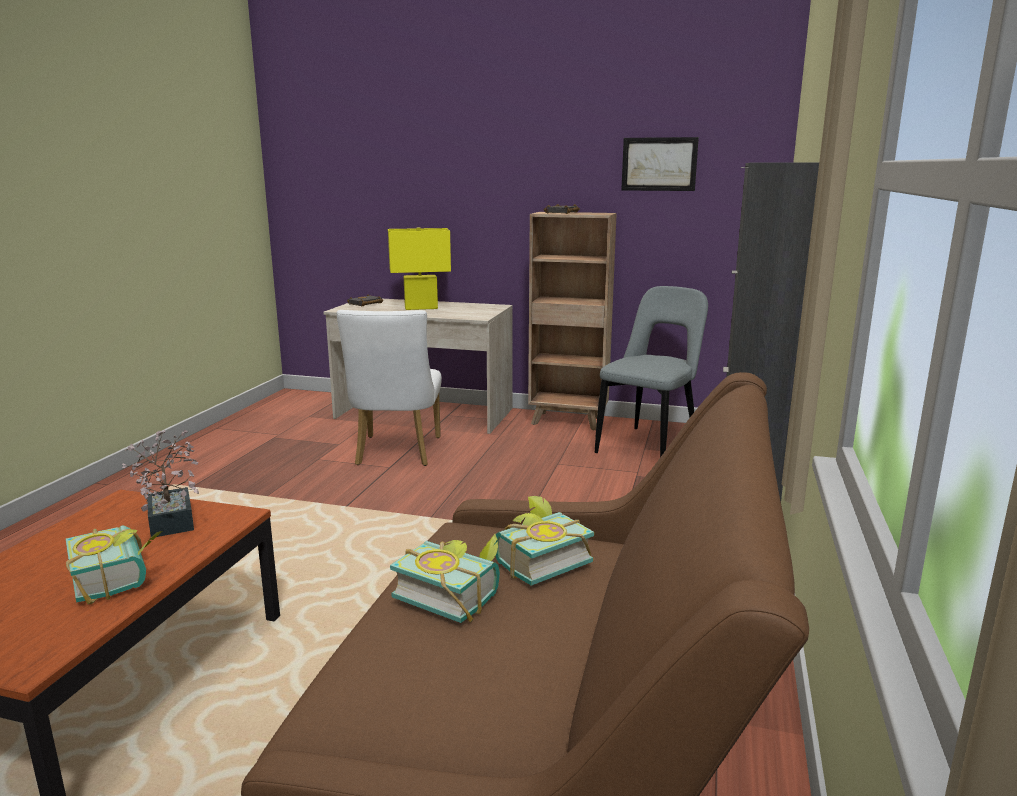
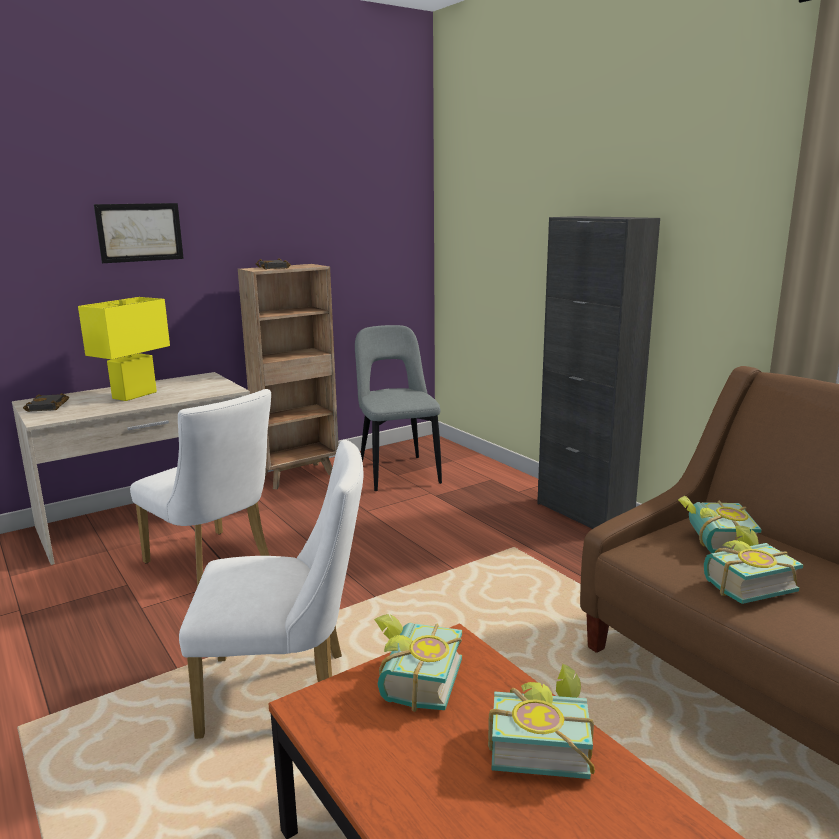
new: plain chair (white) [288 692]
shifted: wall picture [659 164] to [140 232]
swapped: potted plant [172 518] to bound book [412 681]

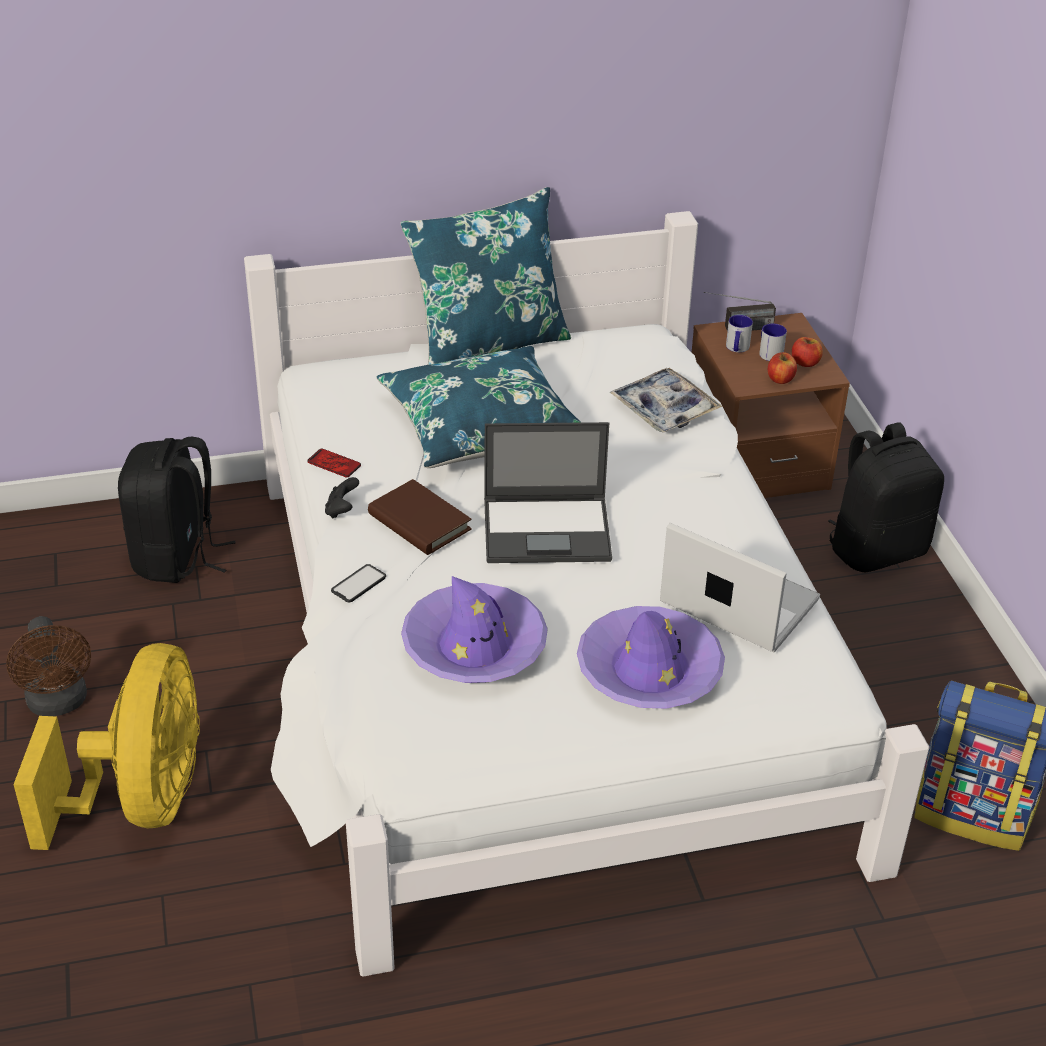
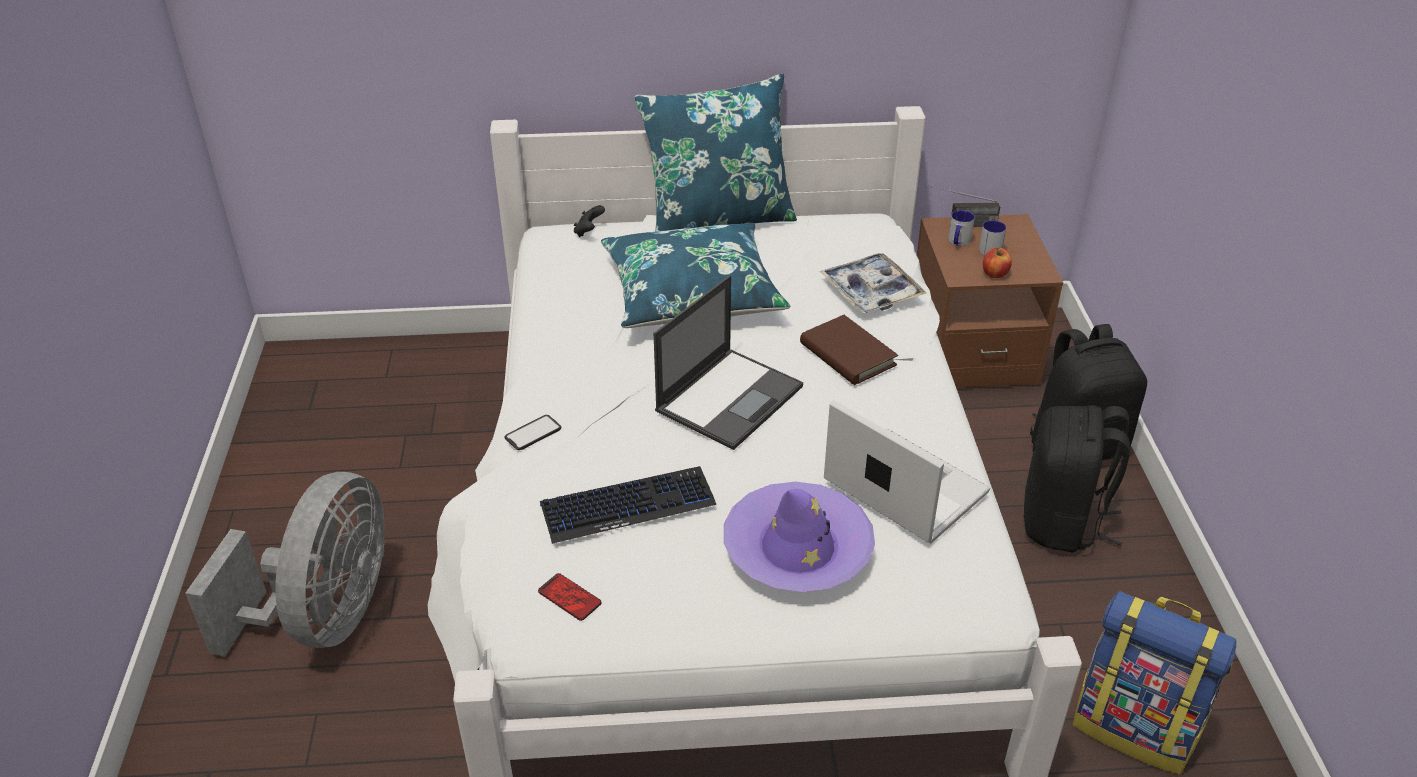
gone: fan (brownish) [59 703]; whole apple [805 363]
shifted: backpack (black-coloured) [177 557] to [1062 522]; phone [334 464] to [569 598]; game controller (black-coloured) [342 510] to [588 232]; bound book (brownish) [419 522] to [847 354]
swapped: wearable hat (purple) [474 646] to computer keyboard [628 506]
repainted: fan (yellow) [143 800] to fan (greyish) [325 617]
rotated: laptop [548 530] = [730 397] 60 degrees counterclockwise

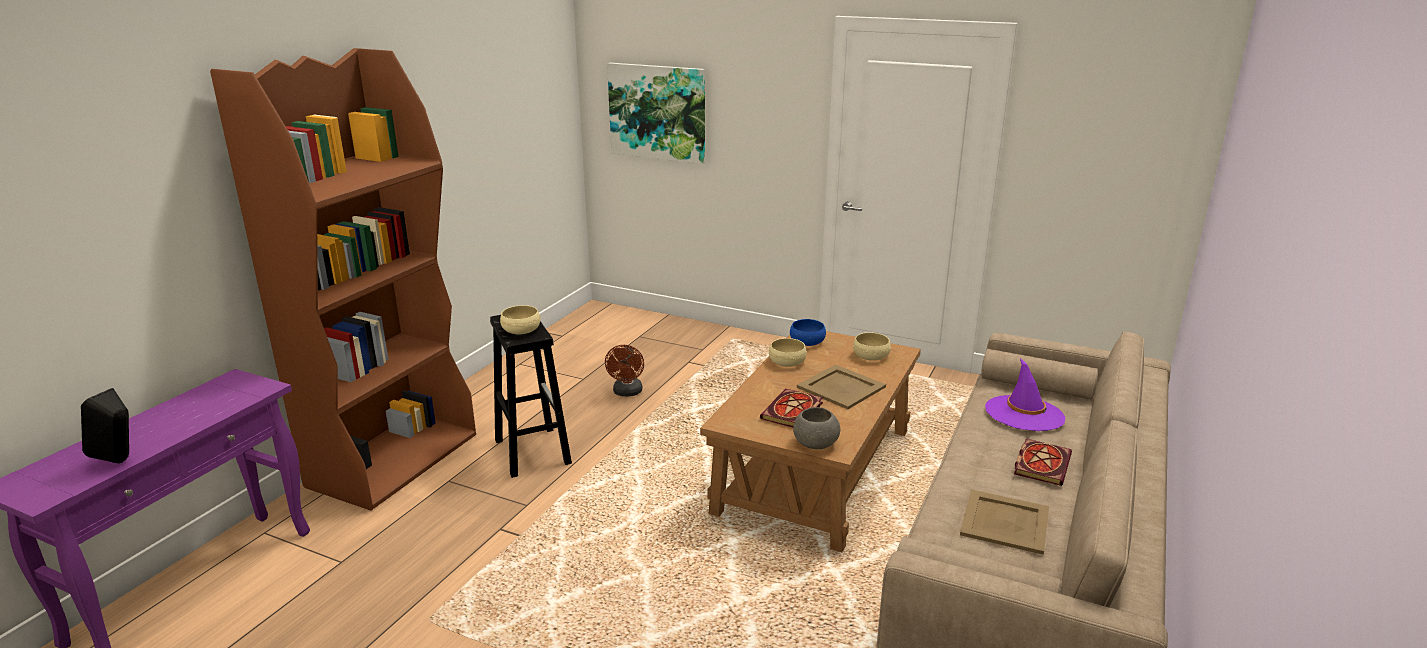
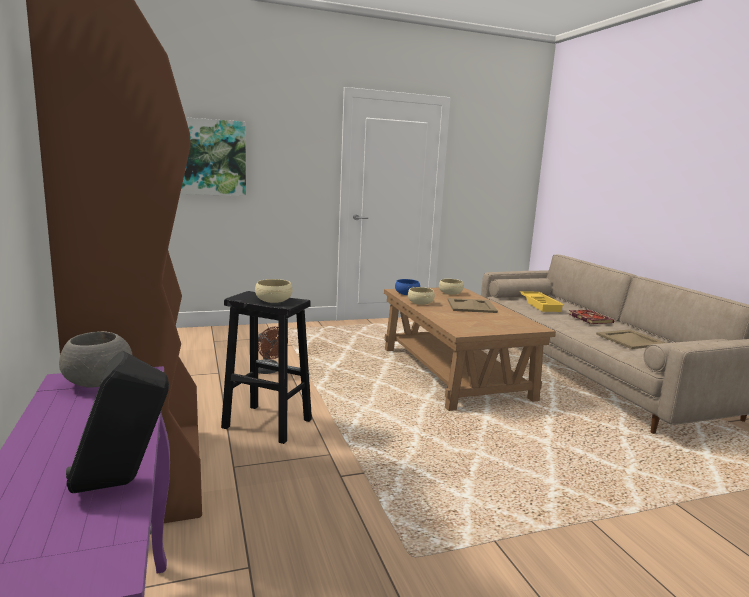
gone: bound book [792 412]
shifted: deep dish (greyish) [814 444] to [97 382]
swapped: wearable hat (purple) [1024 414] to tray (yellow) [541 305]

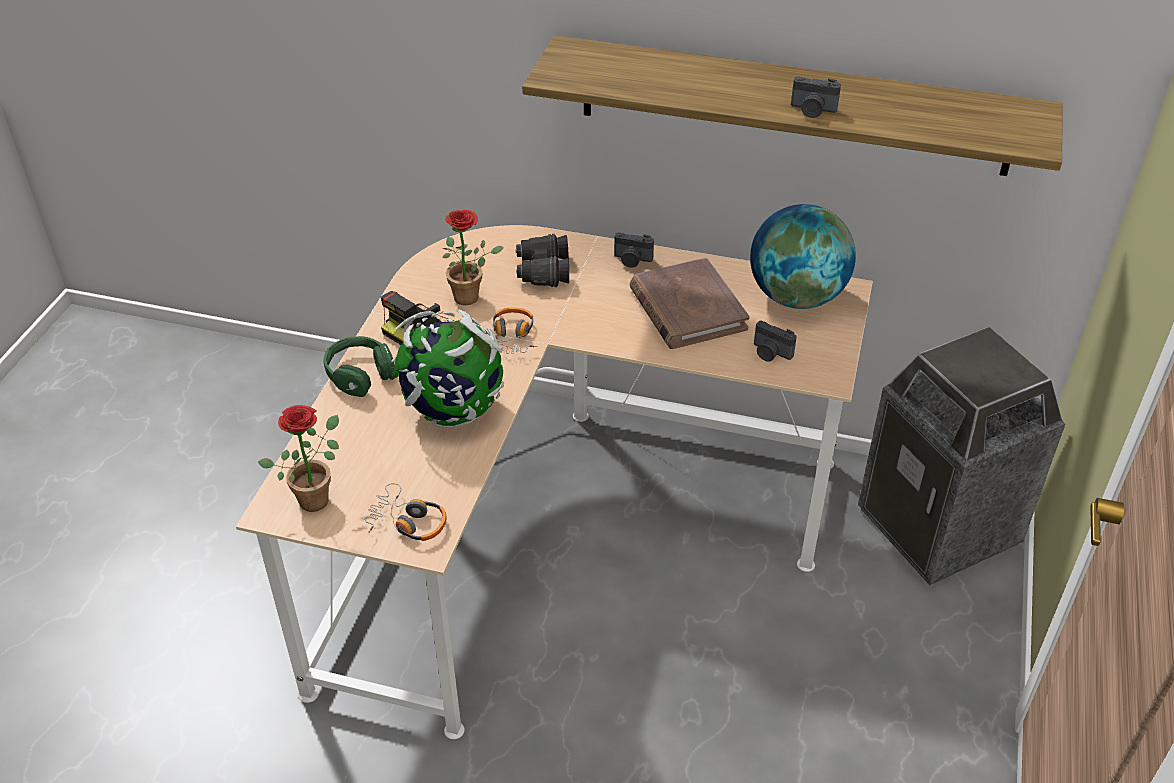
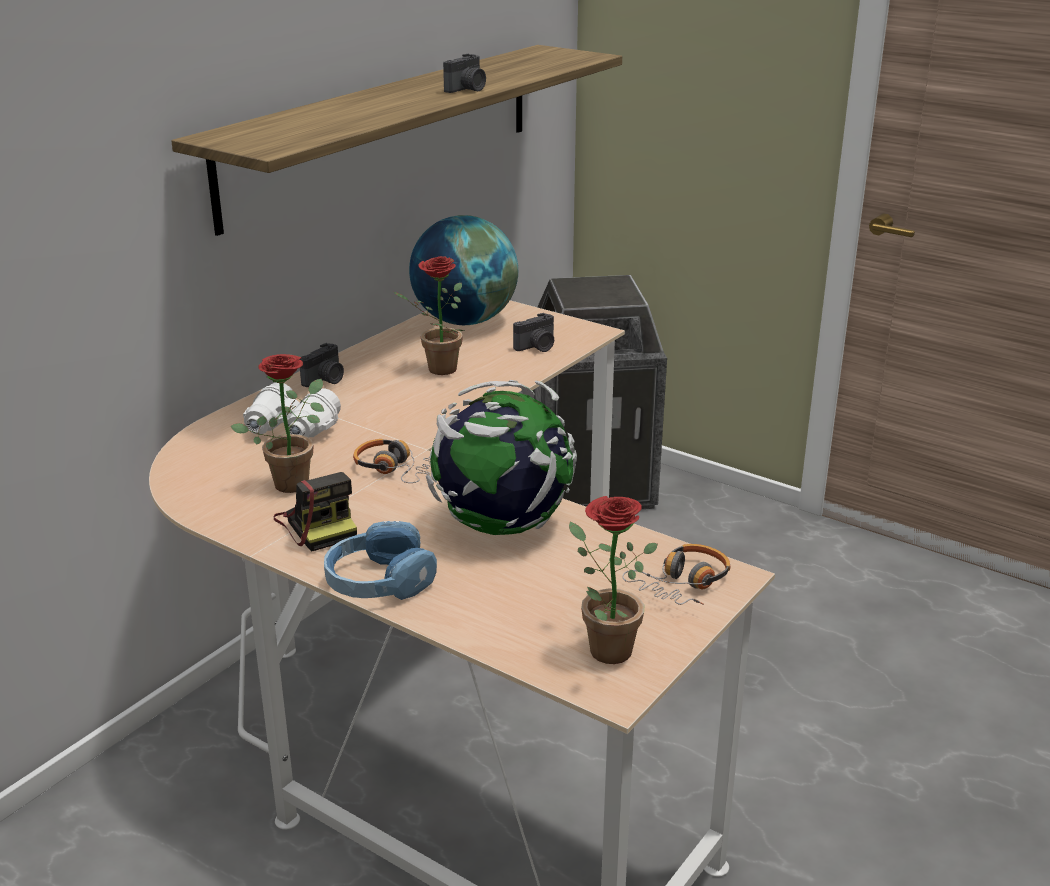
swapped: bound book (brownish) [687 309] to potted plant [436 369]
repainted: headphones (green-coloured) [360 374] to headphones (blue) [379 582]; pair of binoculars (black-coloured) [543 271] to pair of binoculars (white) [291 430]

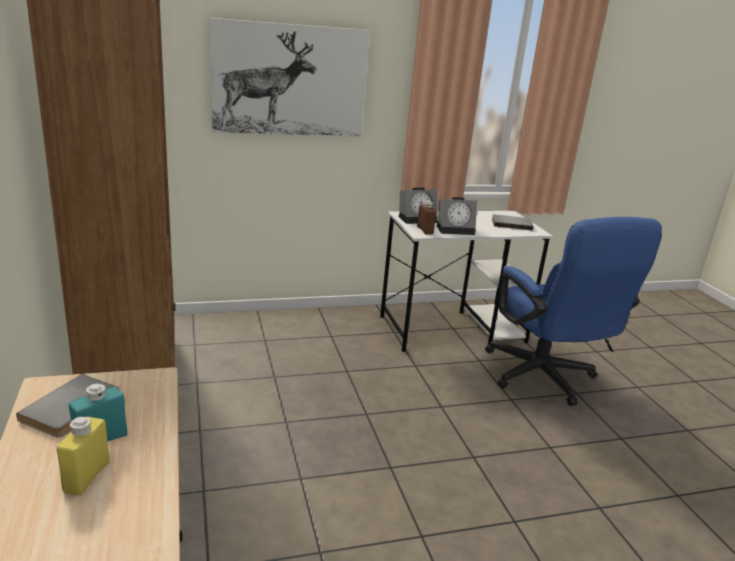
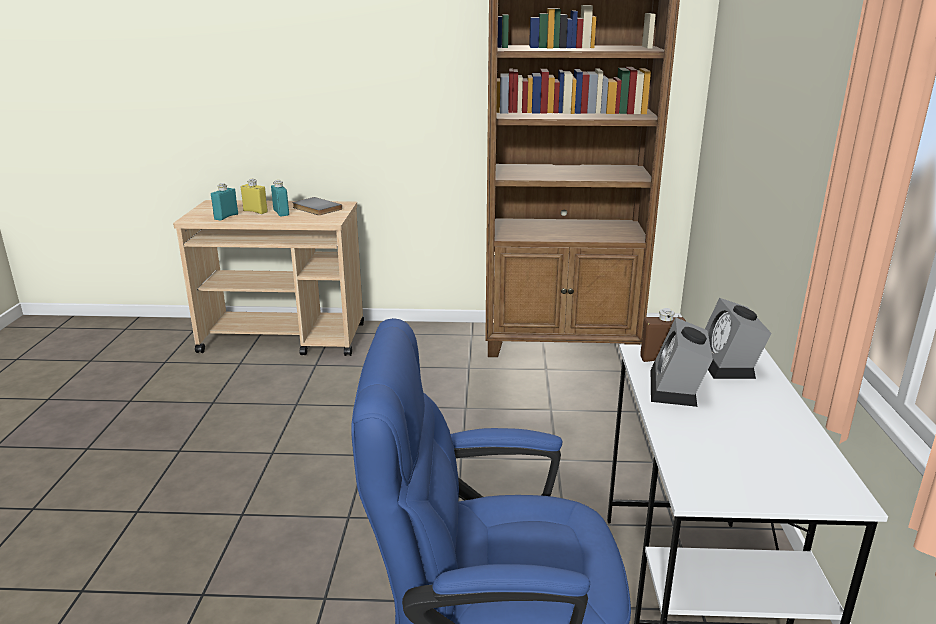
gone: wall picture [290 80]; bound book (greyish) [511 224]
new: beverage bottle (turquoise) [226 217]

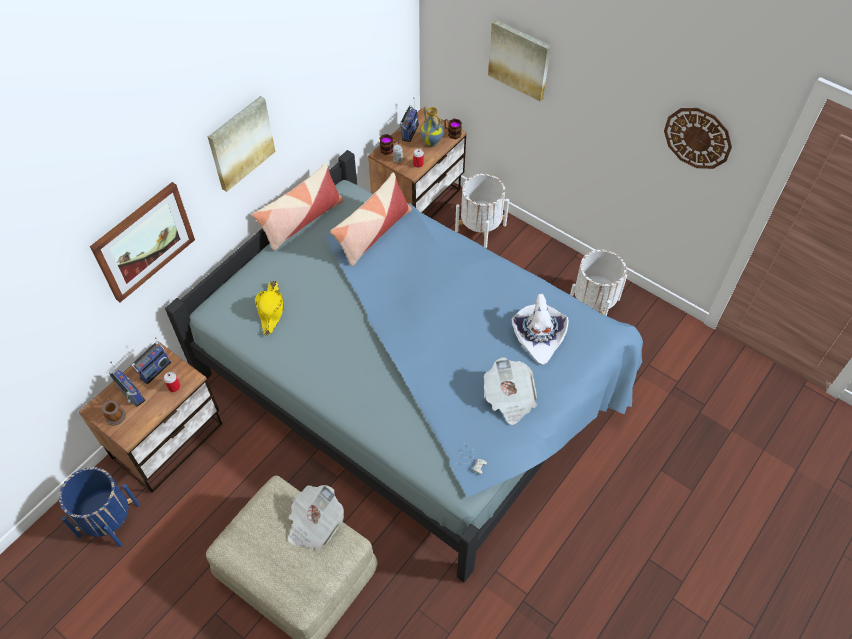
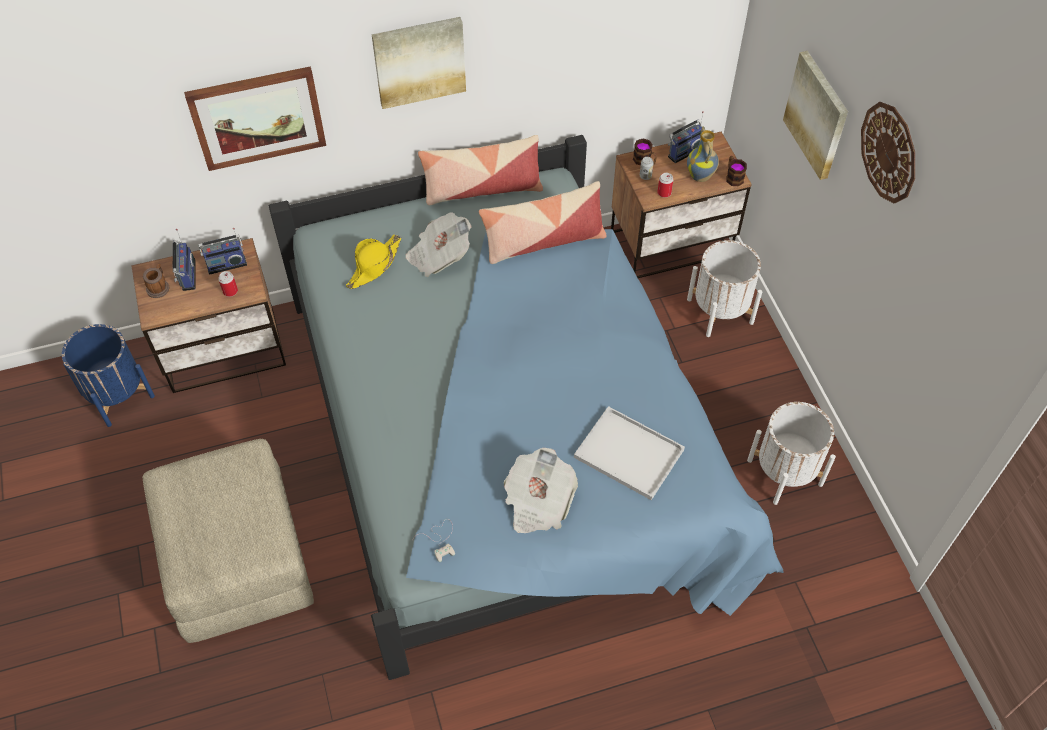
shifted: newspaper [314 524] to [439 256]; clock on the wall [698 137] to [889 152]
swapped: wearable hat (white) [539 335] to tray (white) [631 454]

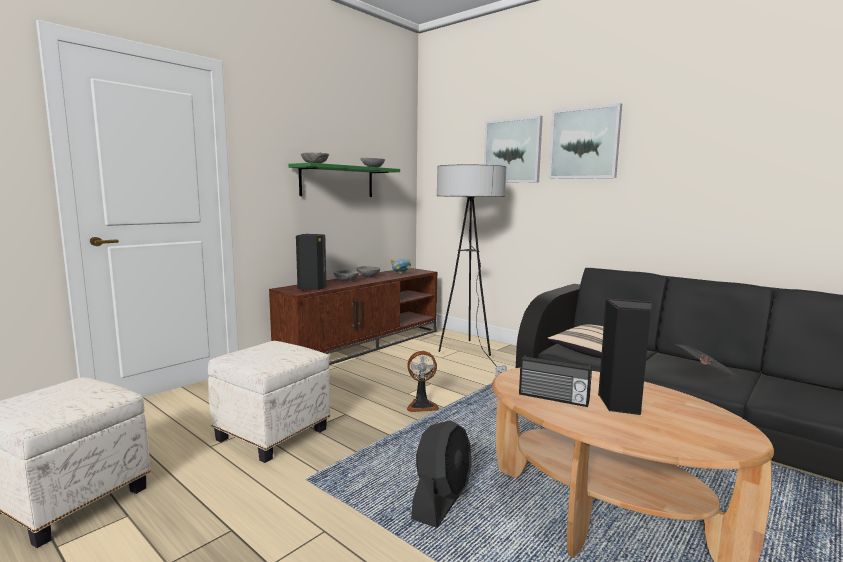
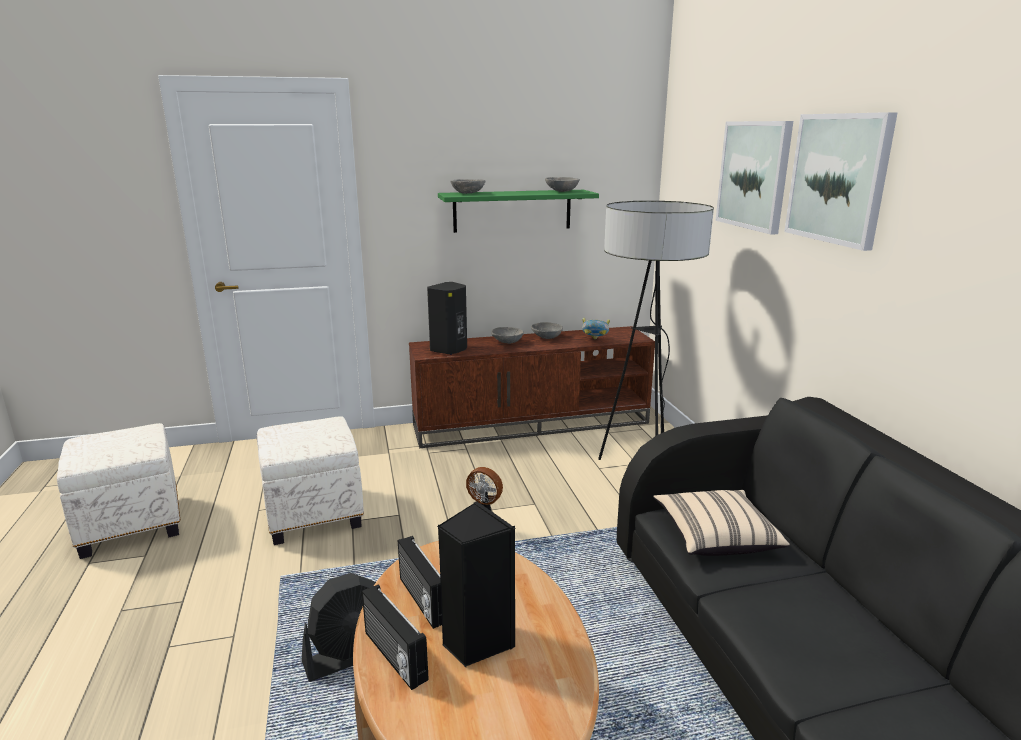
gone: newspaper [705 374]
new: radio [393 657]

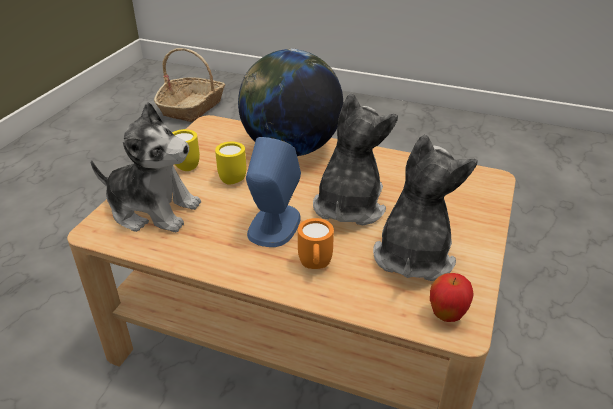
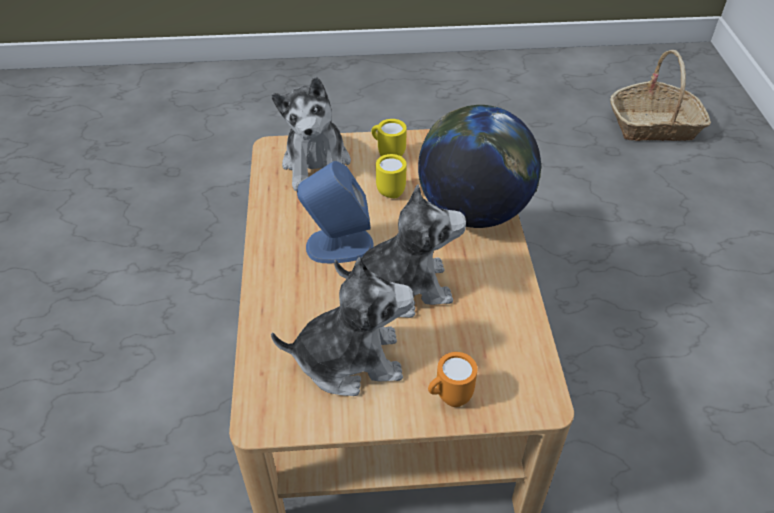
gone: whole apple [446 316]
shifted: coffee mug (orange-coloured) [315 267] to [449 398]

